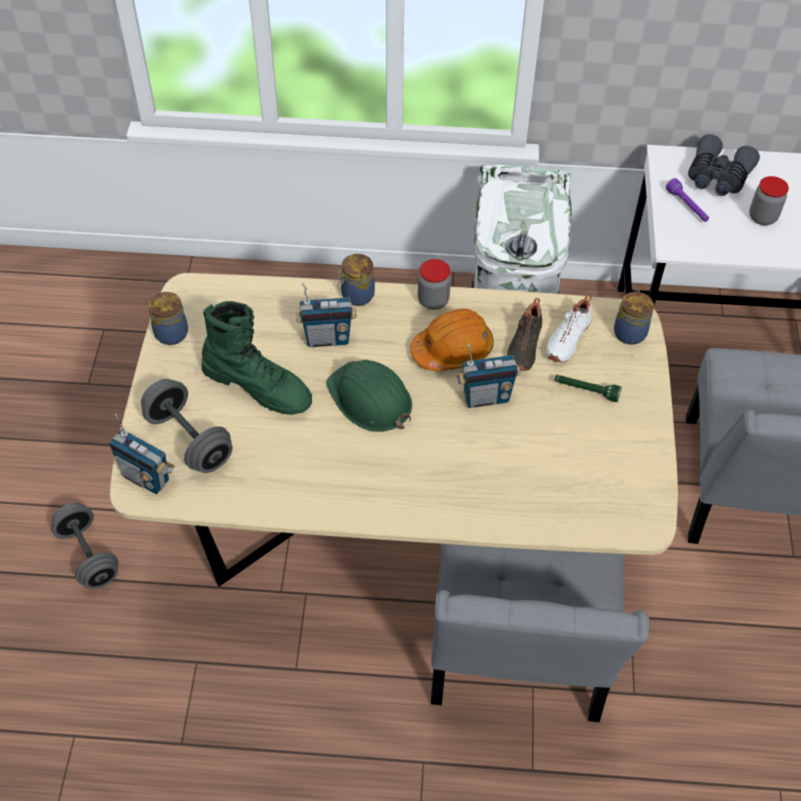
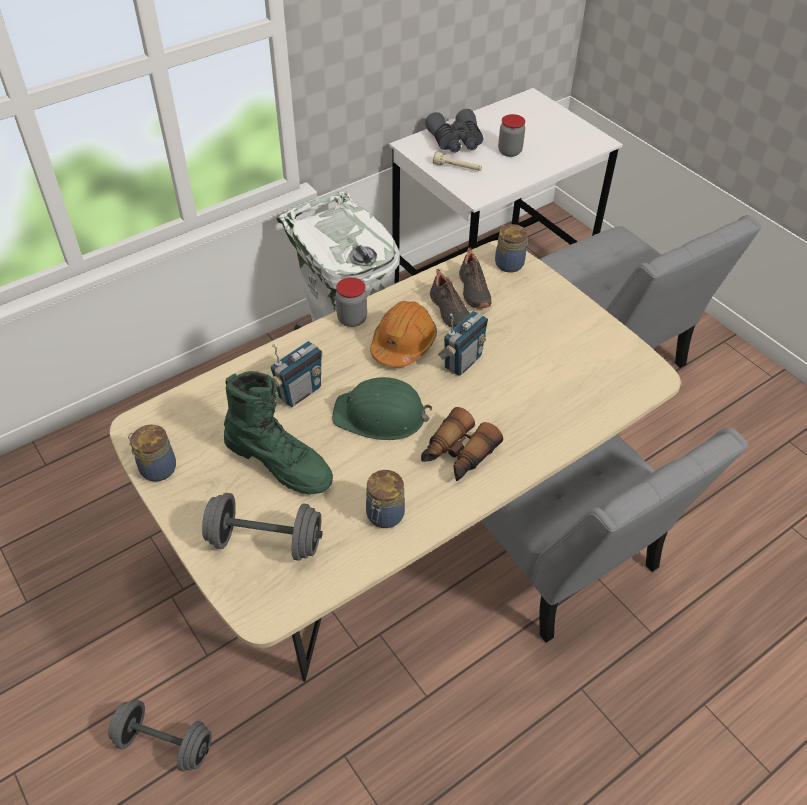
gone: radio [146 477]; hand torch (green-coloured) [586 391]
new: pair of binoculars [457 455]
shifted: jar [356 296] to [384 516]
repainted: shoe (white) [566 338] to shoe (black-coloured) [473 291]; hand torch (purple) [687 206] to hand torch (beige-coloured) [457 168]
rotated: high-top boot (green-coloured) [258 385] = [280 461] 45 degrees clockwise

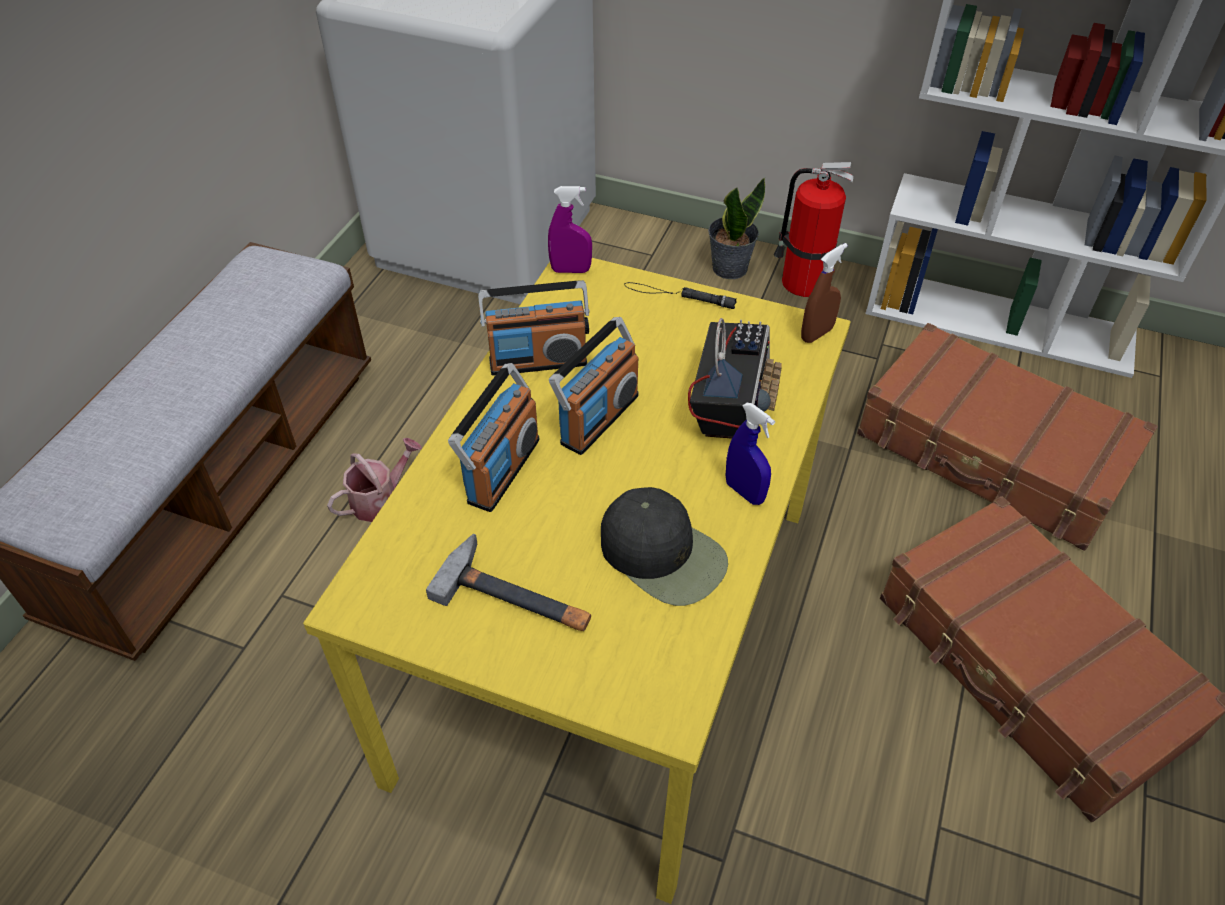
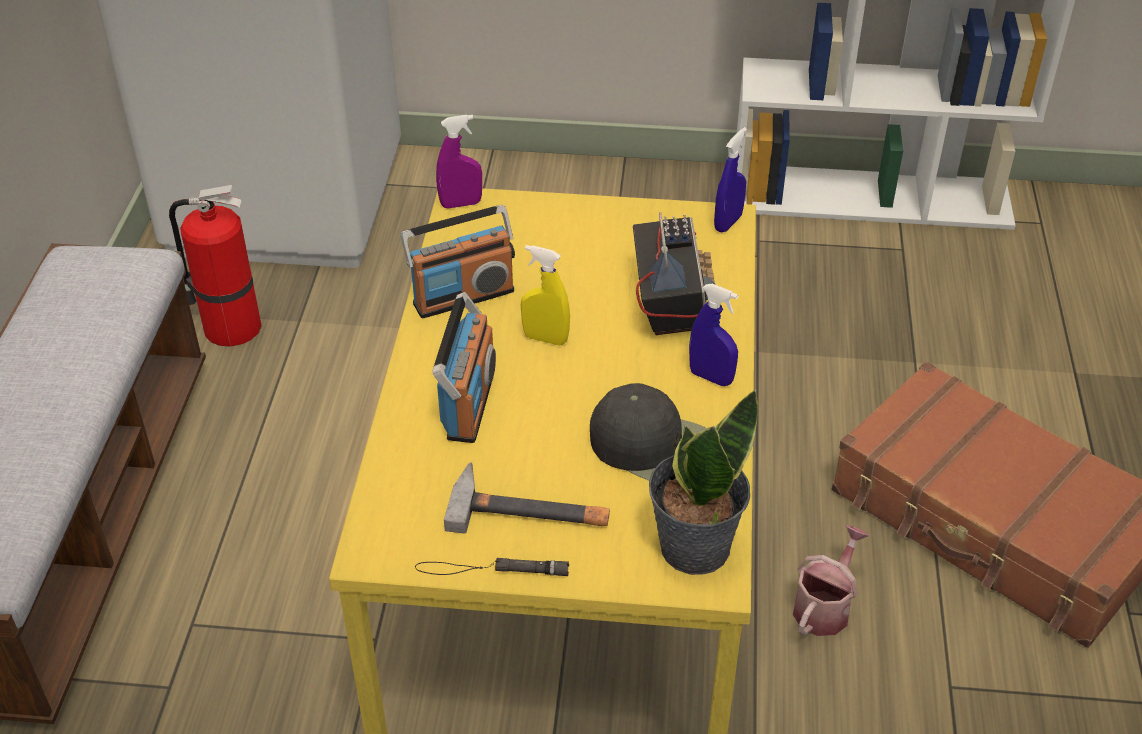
gone: piece of luggage (brownish) [992 454]
shifted: watering can [380 499] to [825 606]; hand torch (black-coloured) [679 296] to [491 570]; potted plant [729 268] to [693 546]; fire extinguisher [802 281] to [229 327]
swapped: radio [598 418] to sprayer (yellow) [545 338]
repainted: sprayer (brownish) [816 334] to sprayer (blue) [728 223]

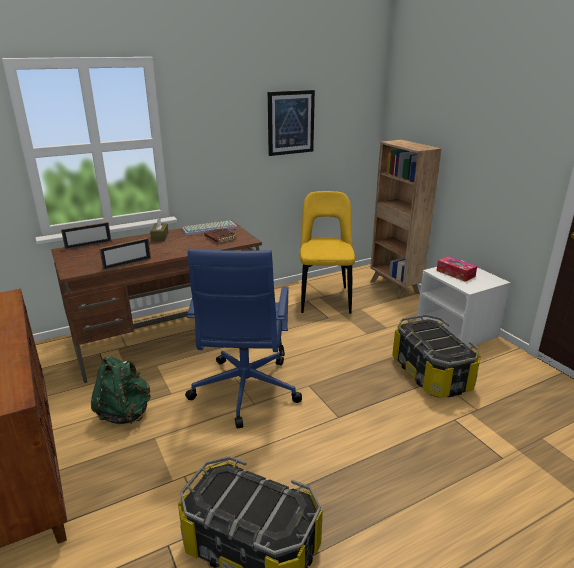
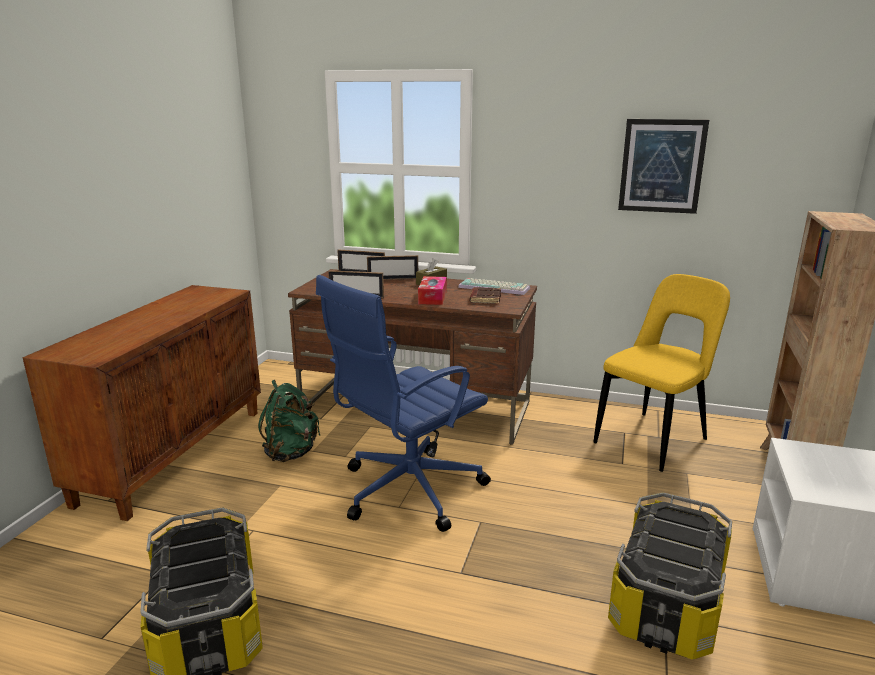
new: standing frame [393 279]
shifted: box of tissues [455 273] to [432 297]

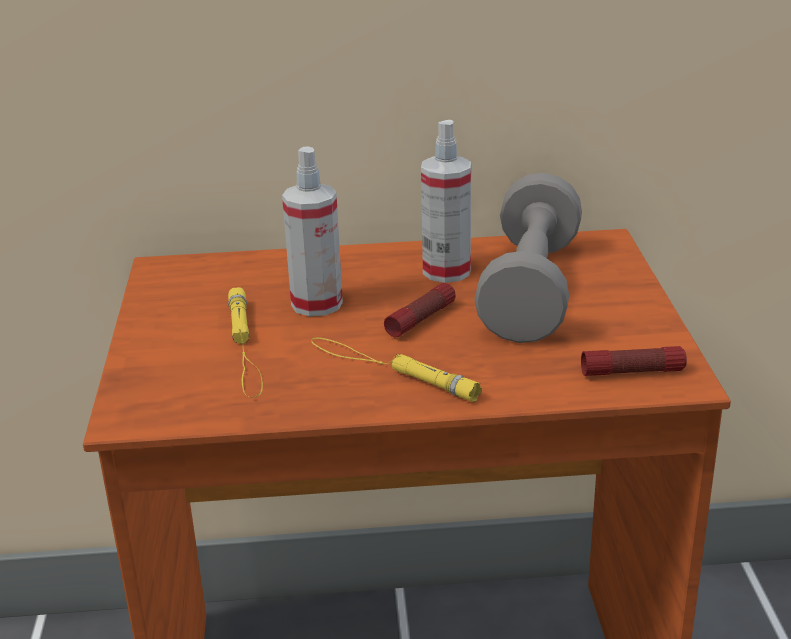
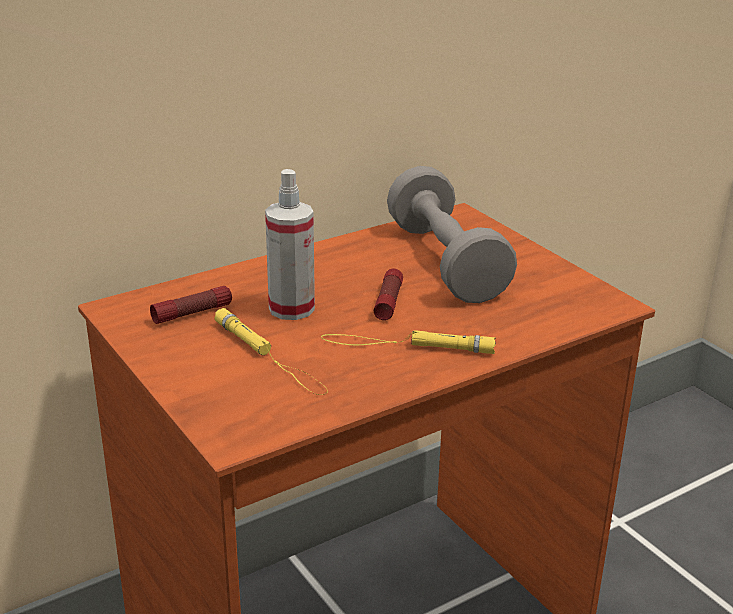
gone: sprayer [446 271]
shifted: hand torch [632 372] to [192 313]

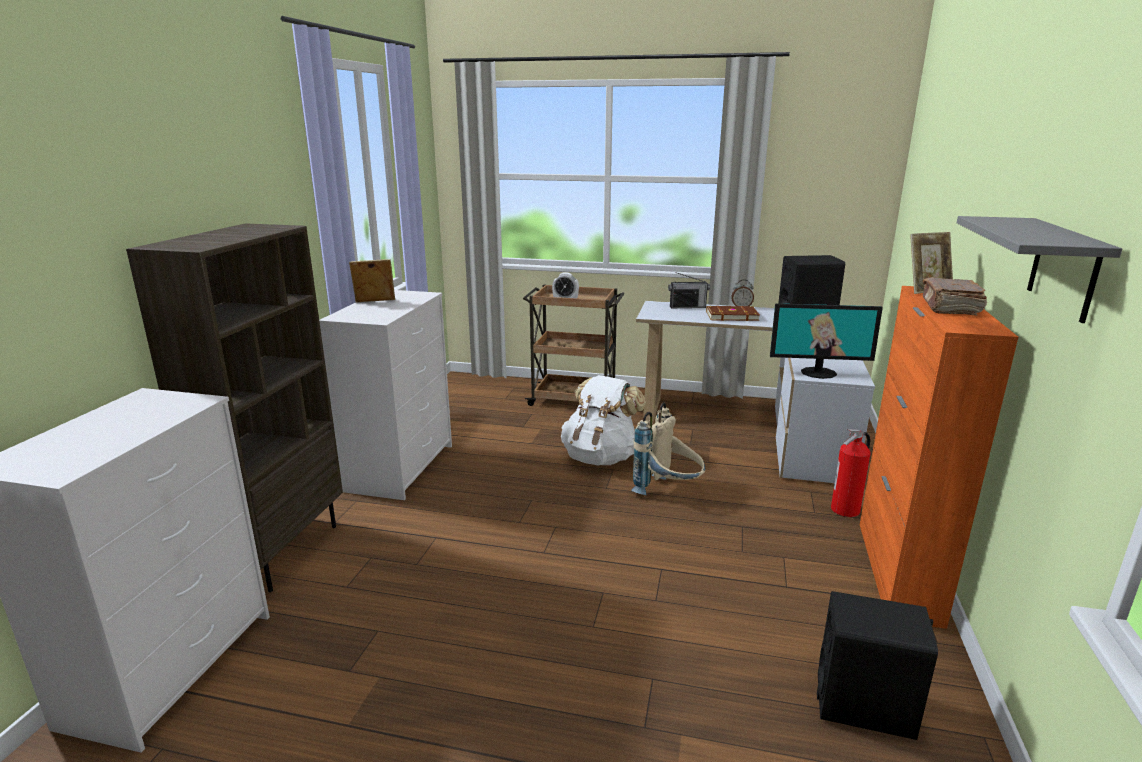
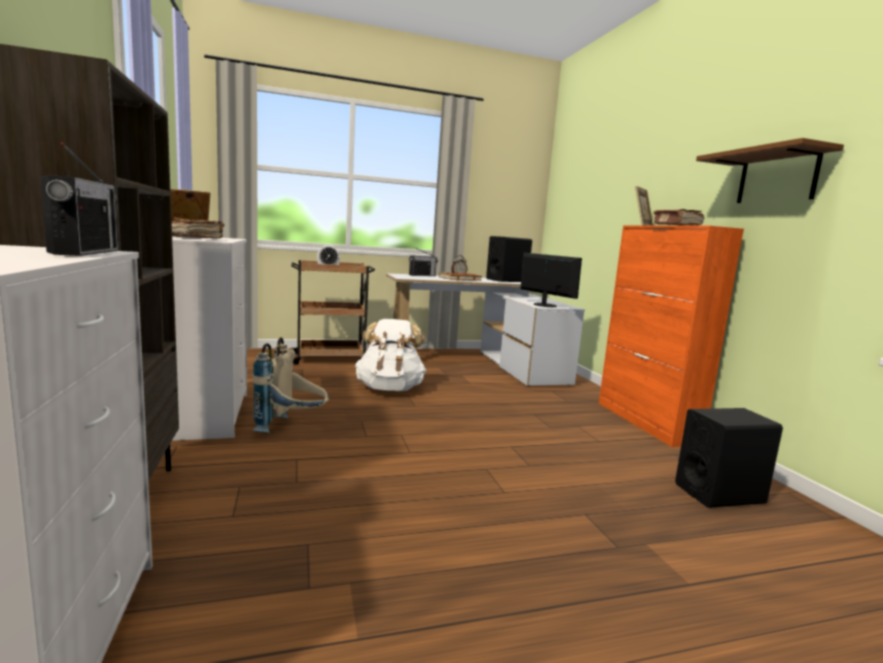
gone: fire extinguisher [846 510]
new: radio [86 252]; bound book (brownish) [197 238]
shifted: backpack (beige-coloured) [668 492] to [292 428]
repainted: bracket shelf (greyish) [1064 268] to bracket shelf (brownish) [777 177]
rotated: computer display [818 372] = [544 305] 105 degrees counterclockwise

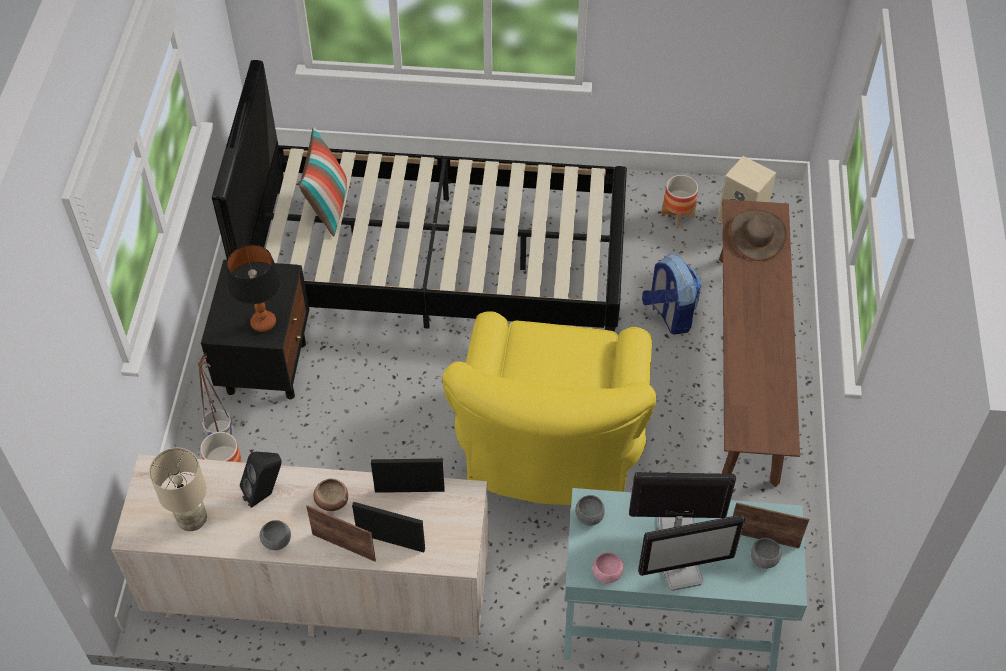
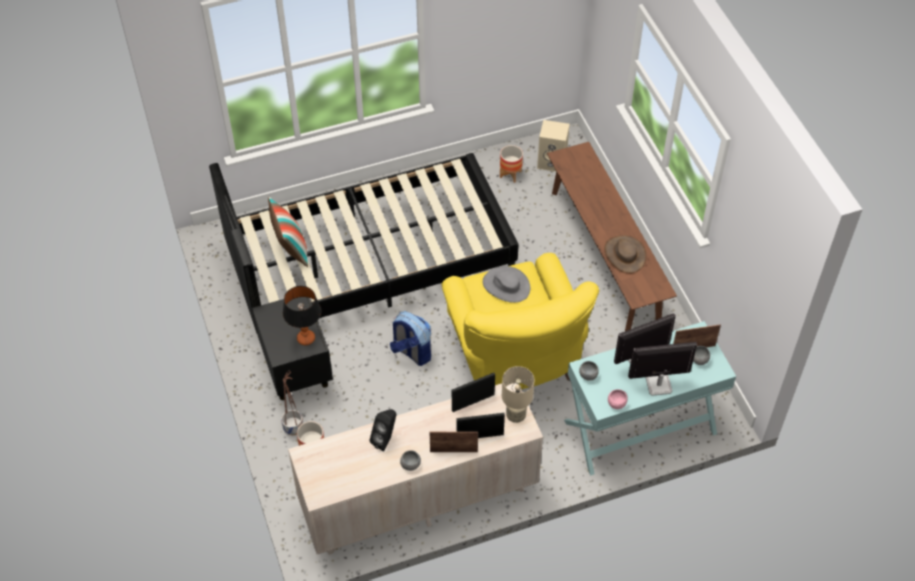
gone: deep dish [331 500]
new: wearable hat (greyish) [506 285]
shifted: tabletop lamp (beige-coloured) [192 519] to [515 415]; backpack [669 314] to [411 352]; wearable hat (brownish) [757 235] to [625 254]
rotated: computer display [682 571] = [658 385] 150 degrees counterclockwise

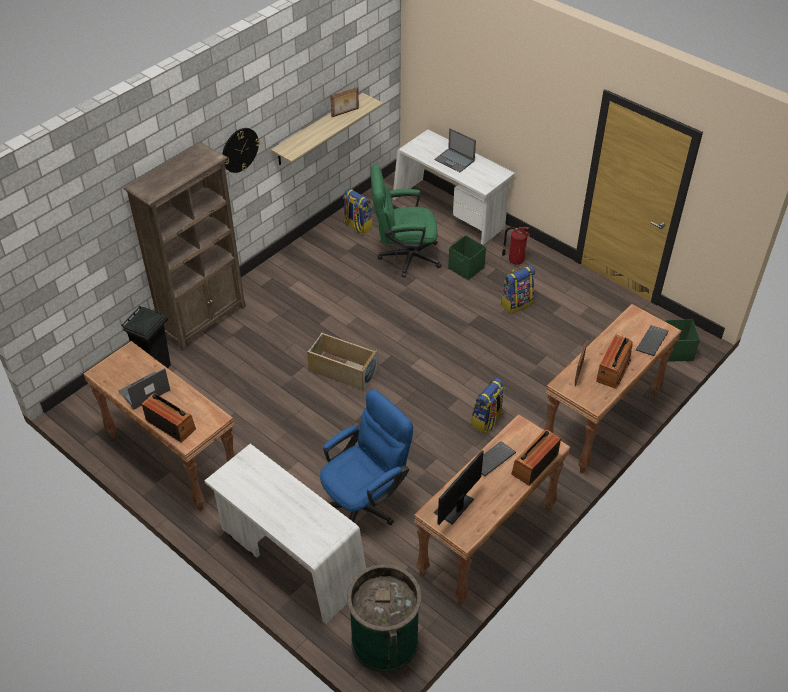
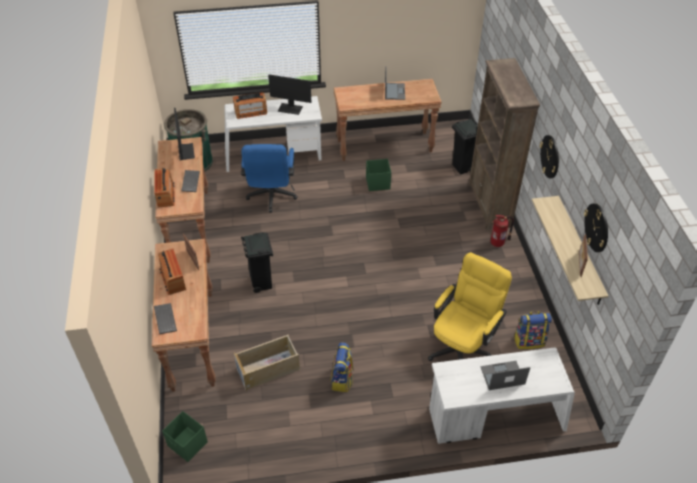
new: computer display [290 108]; clock on the wall [596 227]
shifted: radio [171 425] to [250 112]; storage box (beige-coloured) [342 371] to [268 369]; storage box (green-coloured) [466 268] to [377 183]; fire extinguisher [515 260] to [498 243]
swapped: backpack [487 420] to waste bin (black-coloured) [261 283]
repainted: office chair (green-coloured) [404 257] to office chair (yellow) [462 346]

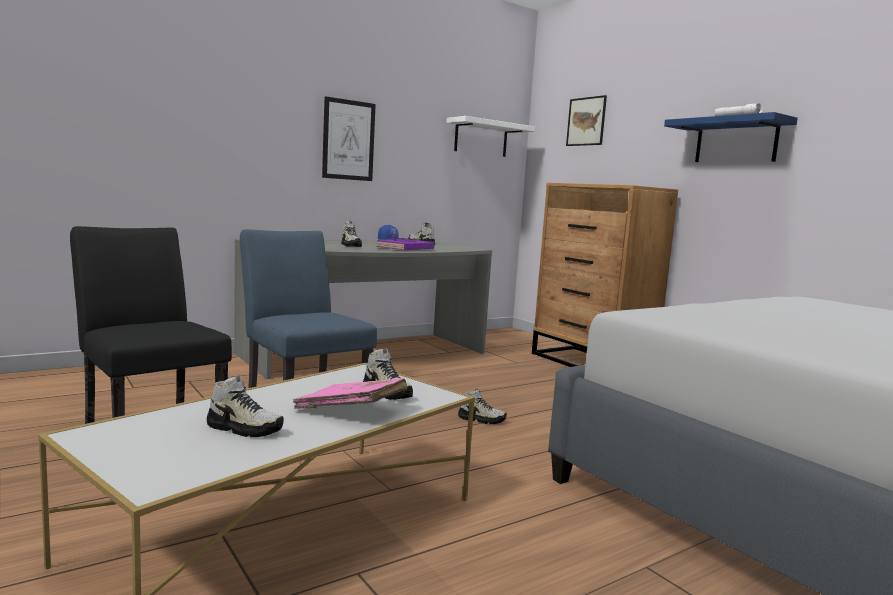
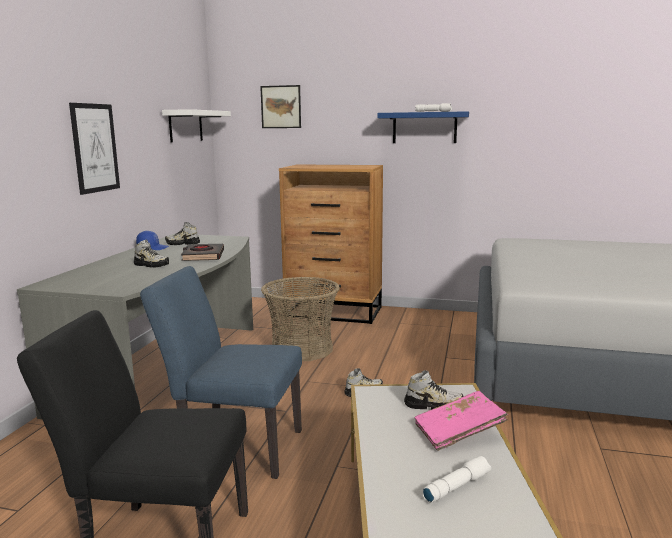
new: storage basket [302 349]
swapped: shoe [244 429] to hand torch (white) [456 486]
repainted: bound book (purple) [405 249] to bound book (black-coloured) [203 256]

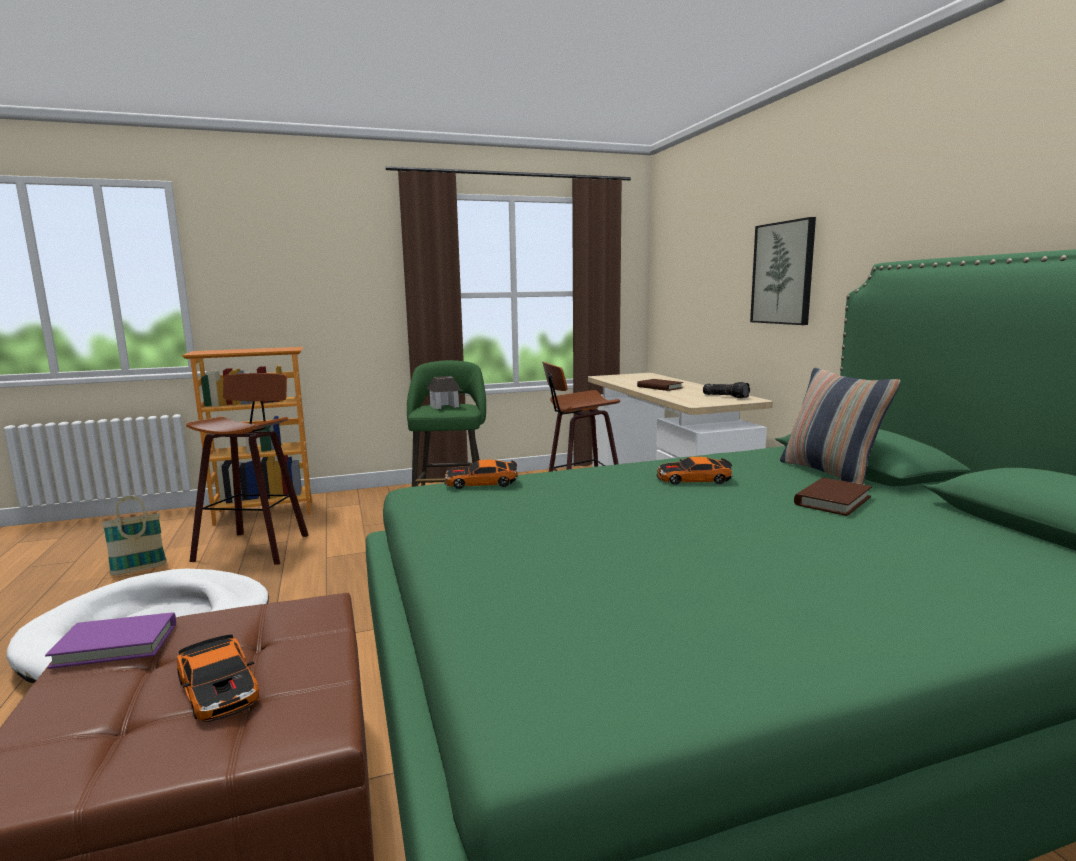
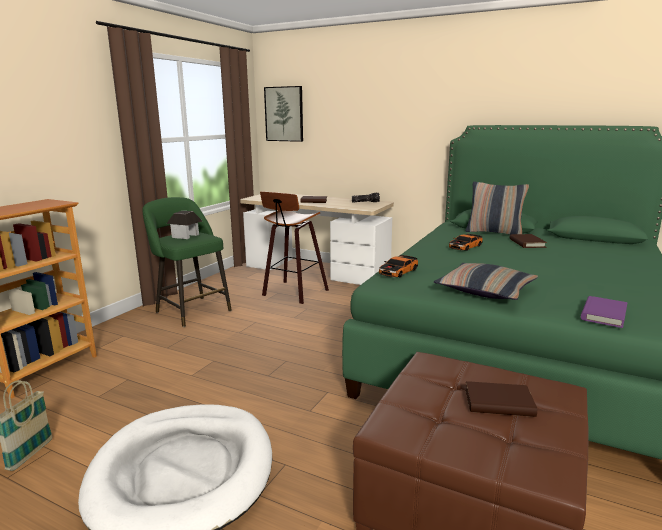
gone: sitting stool [255 546]
new: pillow [485 291]
shifted: bound book (purple) [116 645] to [603 314]; wall picture [783 273] to [284 114]
swapped: miniature car [220 688] to bound book (brownish) [499 403]

